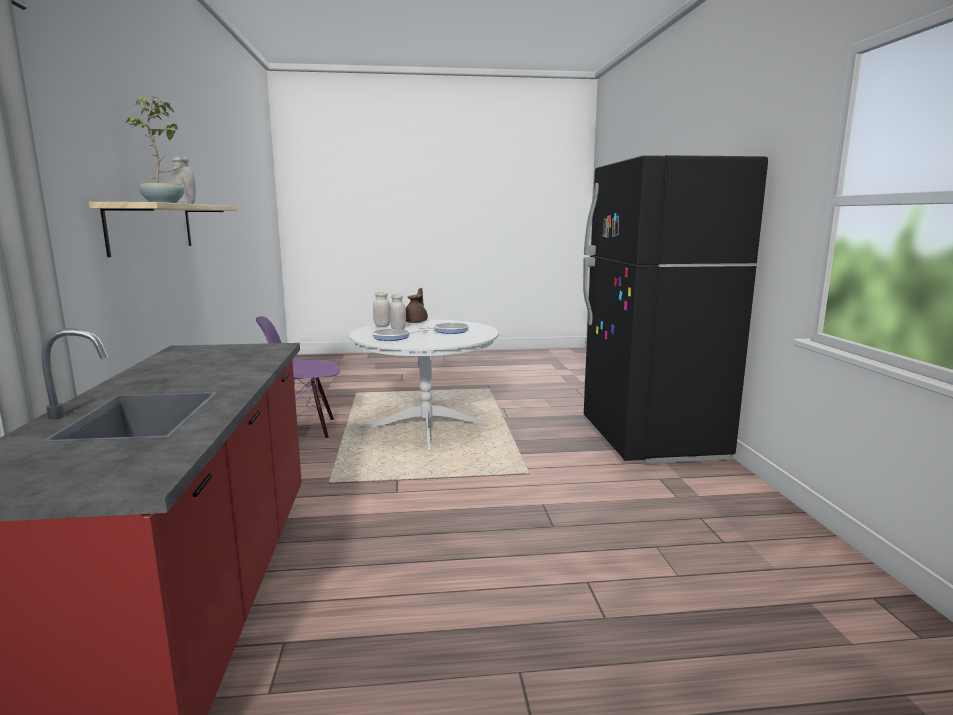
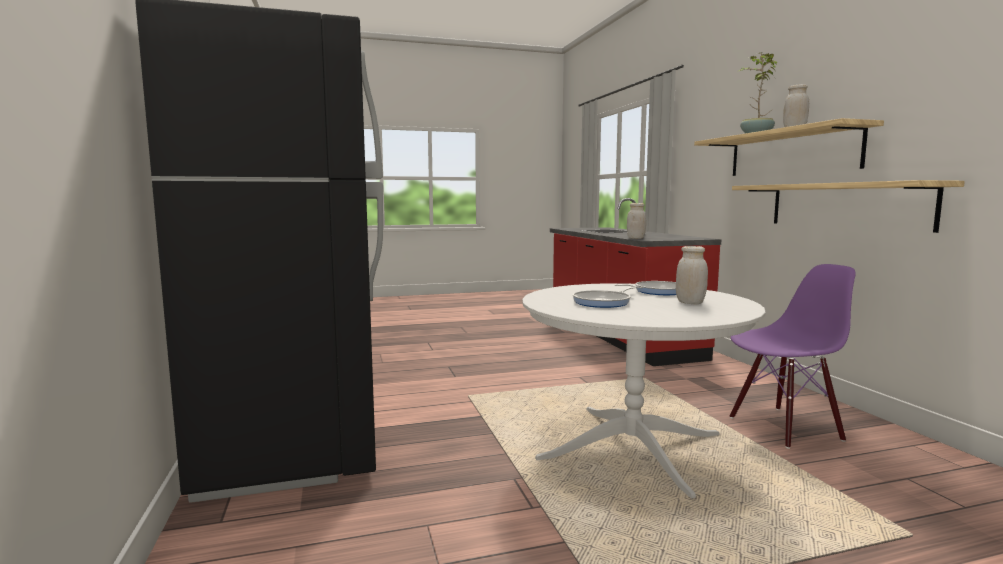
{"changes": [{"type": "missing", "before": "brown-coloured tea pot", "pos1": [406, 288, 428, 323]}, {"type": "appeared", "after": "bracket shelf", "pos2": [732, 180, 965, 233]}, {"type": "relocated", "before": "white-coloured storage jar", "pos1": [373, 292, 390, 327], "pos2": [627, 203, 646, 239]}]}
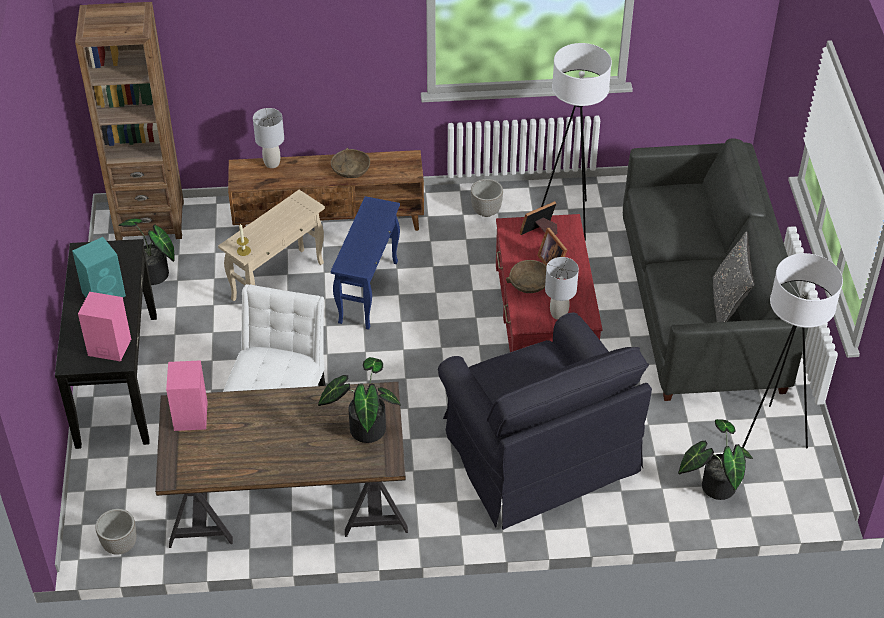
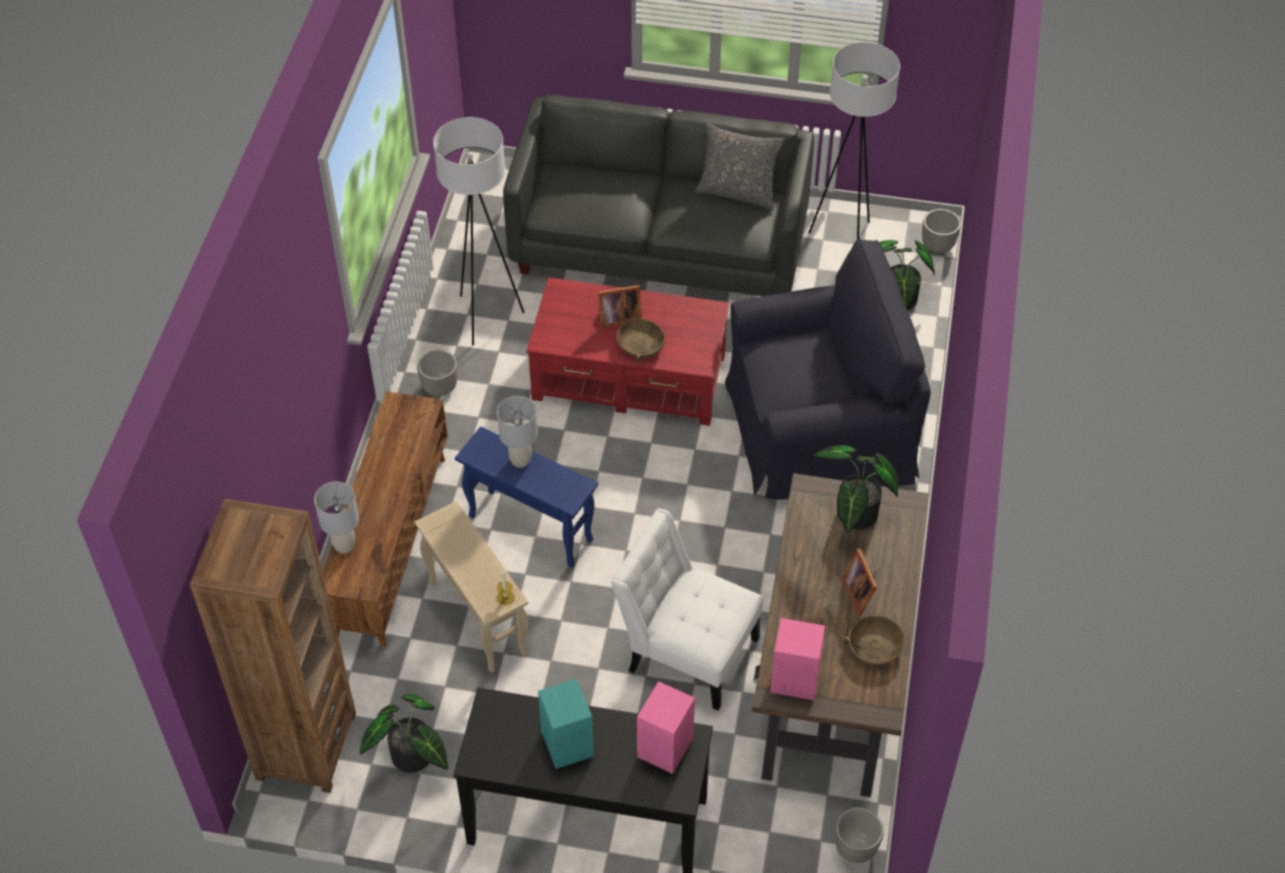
{"changes": [{"type": "appeared", "after": "flower pot", "pos2": [922, 209, 961, 253]}, {"type": "relocated", "before": "brown-coloured bowl", "pos1": [331, 148, 370, 178], "pos2": [843, 615, 905, 666]}, {"type": "relocated", "before": "photo frame", "pos1": [520, 201, 557, 235], "pos2": [842, 549, 877, 616]}, {"type": "relocated", "before": "gray table lamp", "pos1": [545, 257, 579, 320], "pos2": [497, 396, 538, 468]}]}
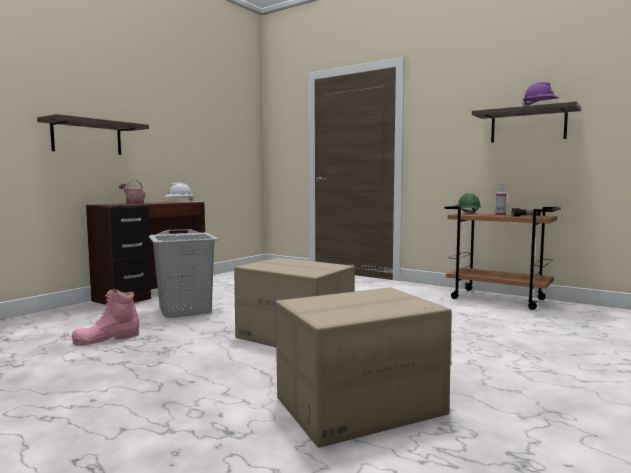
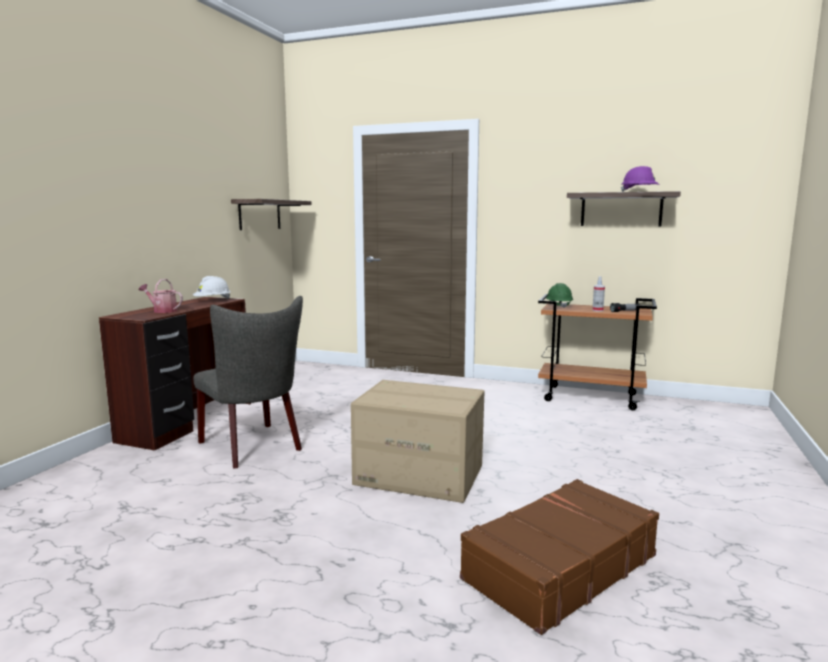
{"changes": [{"type": "missing", "before": "pink boot", "pos1": [72, 289, 139, 345]}, {"type": "relocated", "before": "bracket shelf", "pos1": [37, 114, 149, 155], "pos2": [231, 199, 312, 230]}, {"type": "exchanged", "before": "gray washing basket", "after": "gray upright chair", "pos1": [149, 229, 219, 318], "pos2": [193, 296, 303, 468]}, {"type": "exchanged", "before": "packing box", "after": "brown-coloured piece of luggage", "pos1": [275, 287, 452, 448], "pos2": [460, 479, 659, 635]}]}
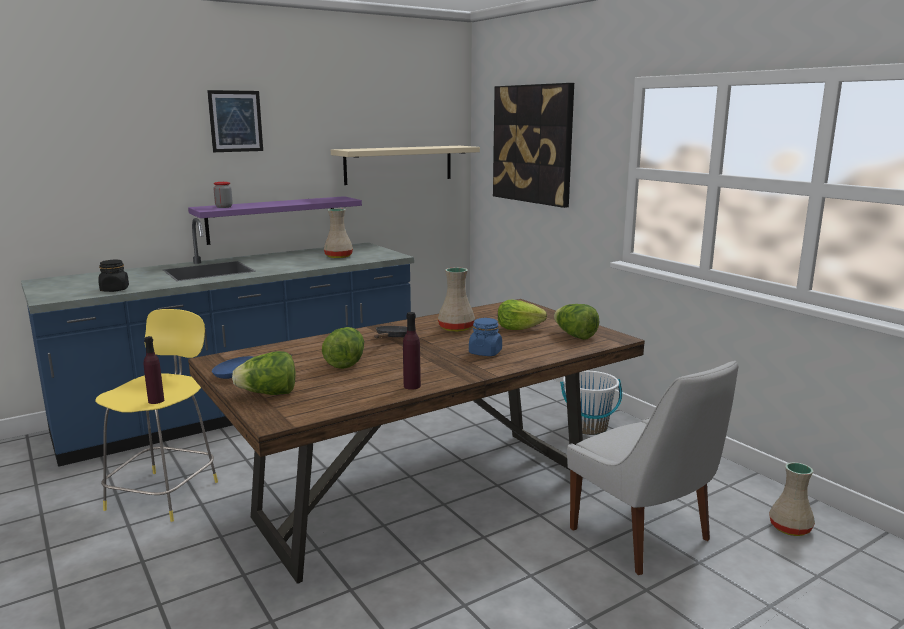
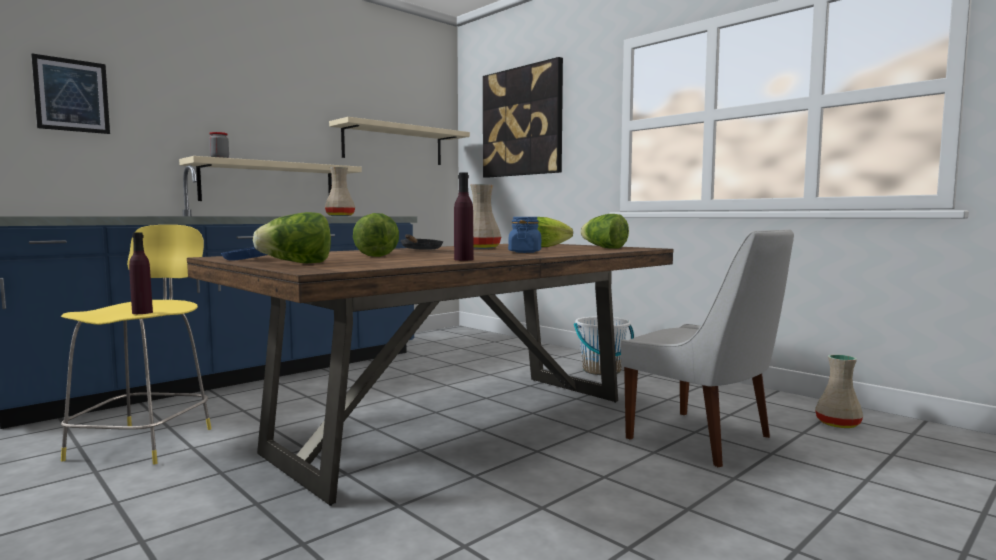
{"changes": [{"type": "missing", "before": "black-coloured storage jar", "pos1": [98, 260, 129, 292]}, {"type": "relocated", "before": "wall picture", "pos1": [207, 90, 263, 152], "pos2": [31, 54, 110, 134]}, {"type": "colour", "before": "purple bracket shelf", "after": "beige-coloured bracket shelf", "pos1": [188, 196, 362, 245], "pos2": [179, 156, 362, 201]}]}
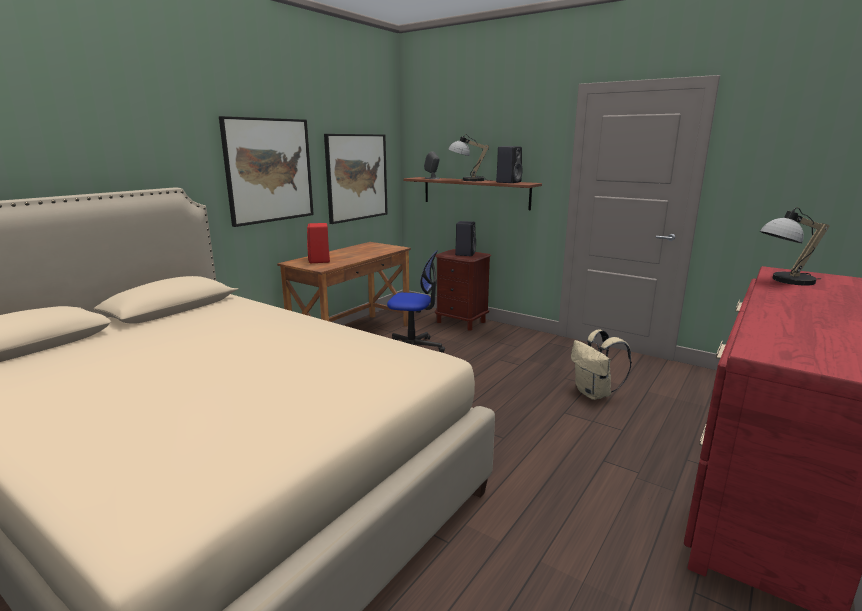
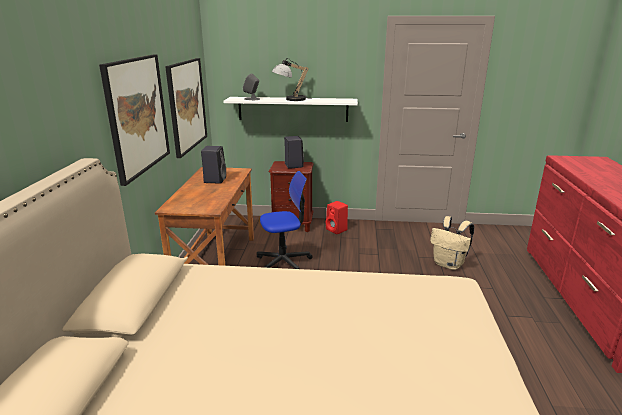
{"changes": [{"type": "missing", "before": "table lamp", "pos1": [760, 207, 829, 286]}, {"type": "relocated", "before": "red loudspeaker", "pos1": [307, 223, 330, 263], "pos2": [326, 201, 348, 234]}, {"type": "relocated", "before": "black-coloured loudspeaker", "pos1": [496, 146, 523, 183], "pos2": [201, 146, 226, 183]}, {"type": "colour", "before": "brown-coloured bracket shelf", "after": "white-coloured bracket shelf", "pos1": [404, 177, 542, 210], "pos2": [223, 97, 358, 122]}]}
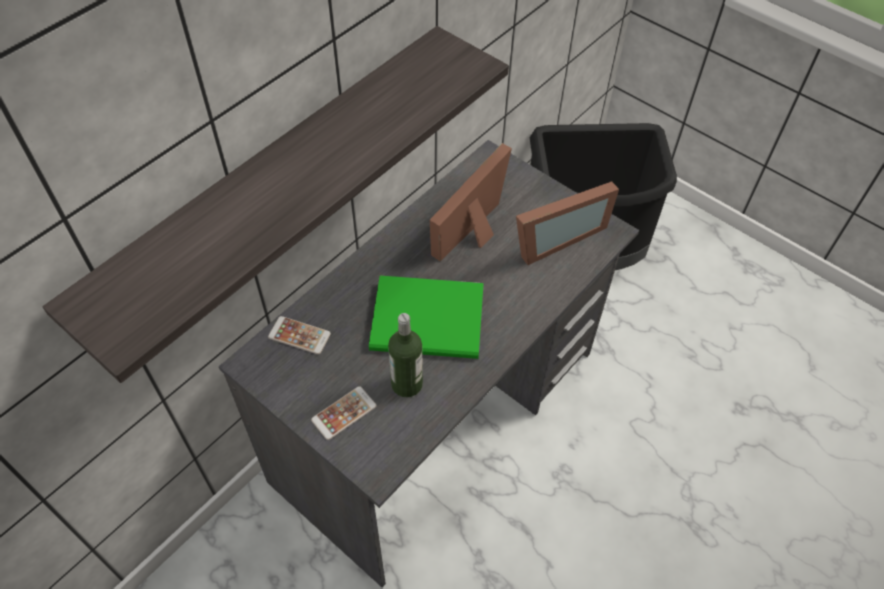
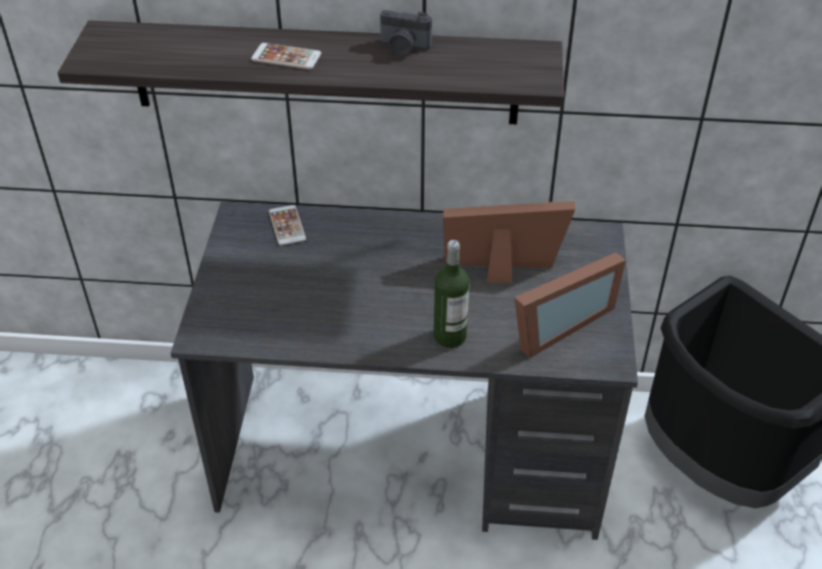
{"changes": [{"type": "missing", "before": "greenish bound book", "pos1": [369, 276, 484, 359]}, {"type": "appeared", "after": "still camera", "pos2": [380, 10, 432, 56]}, {"type": "relocated", "before": "phone", "pos1": [311, 386, 376, 440], "pos2": [251, 43, 321, 69]}, {"type": "relocated", "before": "bottle", "pos1": [388, 313, 423, 397], "pos2": [434, 240, 470, 348]}, {"type": "spun", "before": "photo frame", "pos1": [516, 182, 619, 265], "pos2": [514, 253, 626, 358], "turn": -60}]}
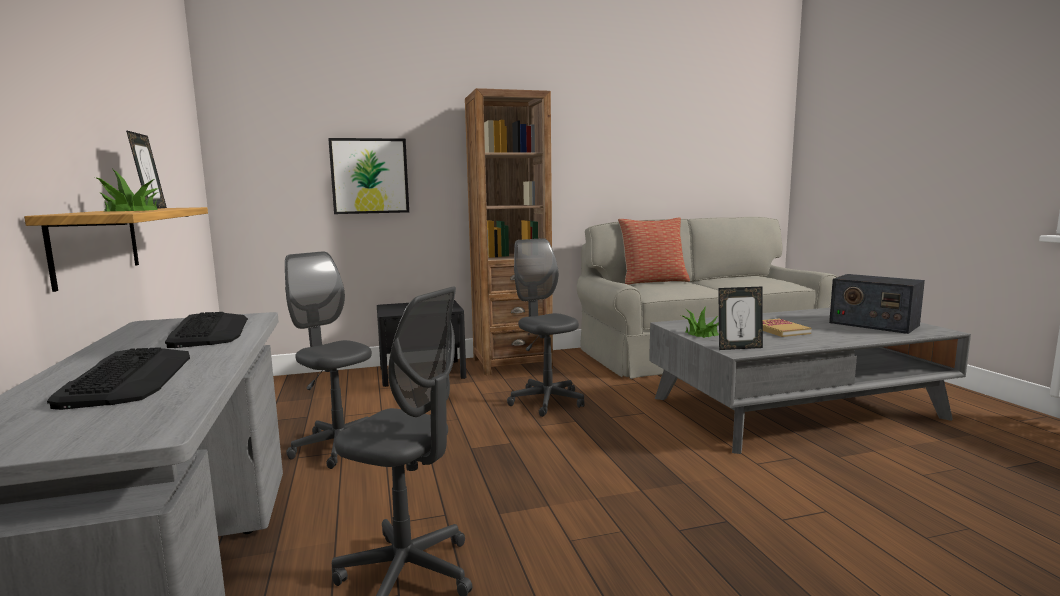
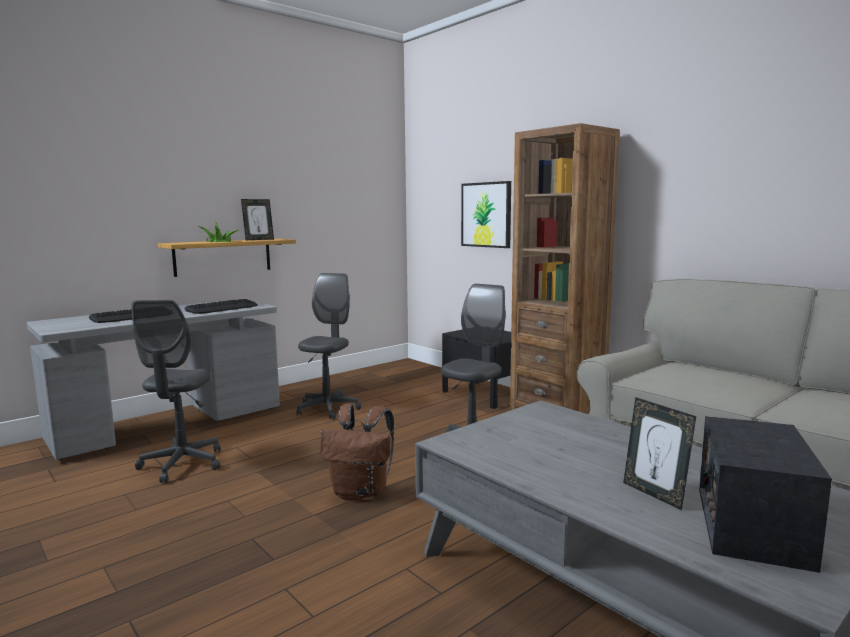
{"changes": [{"type": "missing", "before": "throw pillow", "pos1": [618, 217, 690, 285]}, {"type": "missing", "before": "potted plant", "pos1": [681, 306, 719, 338]}, {"type": "missing", "before": "bound book", "pos1": [763, 319, 812, 337]}, {"type": "appeared", "after": "brown-coloured rucksack", "pos2": [320, 404, 394, 501]}, {"type": "relocated", "before": "photo frame", "pos1": [718, 287, 763, 350], "pos2": [623, 397, 696, 510]}]}
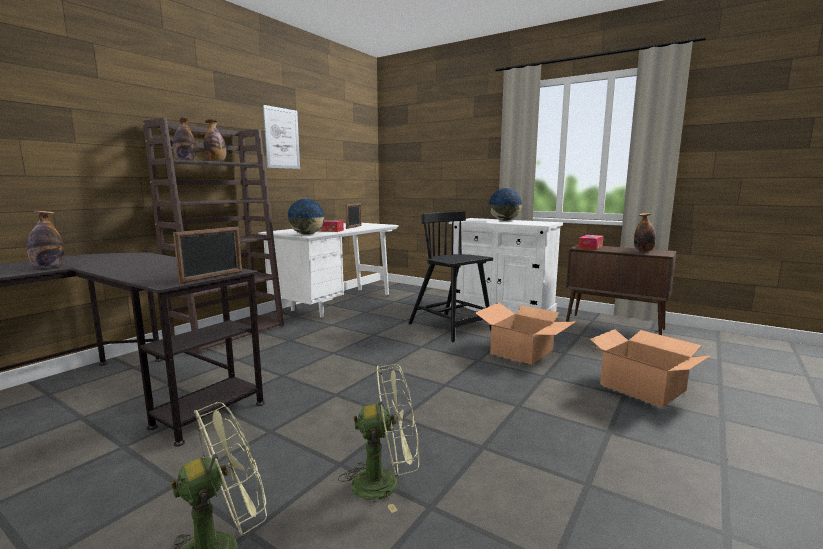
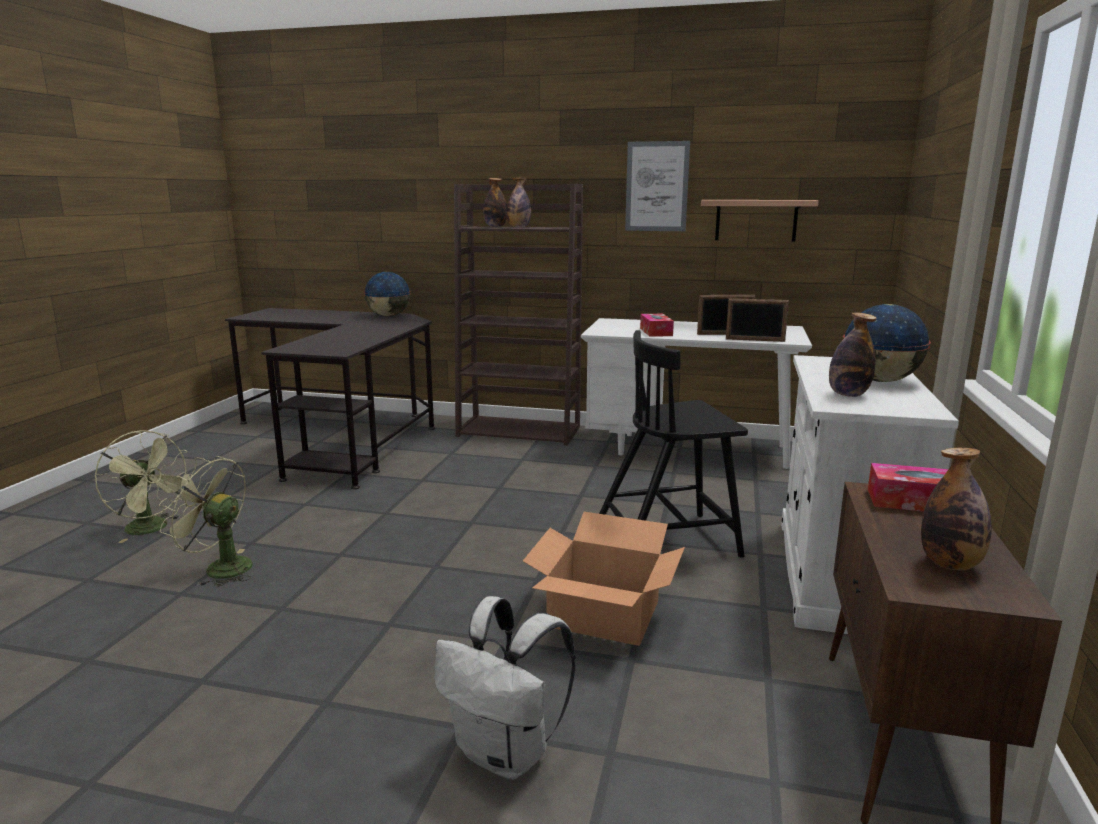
{"changes": [{"type": "appeared", "after": "bracket shelf", "pos2": [701, 200, 818, 241]}, {"type": "relocated", "before": "bottle", "pos1": [27, 211, 64, 268], "pos2": [829, 312, 877, 397]}, {"type": "relocated", "before": "photo frame", "pos1": [173, 227, 242, 284], "pos2": [726, 298, 789, 342]}, {"type": "relocated", "before": "desk globe", "pos1": [288, 198, 325, 235], "pos2": [364, 272, 411, 317]}, {"type": "exchanged", "before": "packing box", "after": "white-coloured rucksack", "pos1": [590, 329, 710, 407], "pos2": [434, 596, 576, 780]}, {"type": "spun", "before": "greenish fan", "pos1": [338, 364, 419, 513], "pos2": [159, 456, 253, 587], "turn": 135}, {"type": "spun", "before": "black-coloured upright chair", "pos1": [408, 211, 493, 342], "pos2": [599, 330, 748, 558], "turn": -135}]}
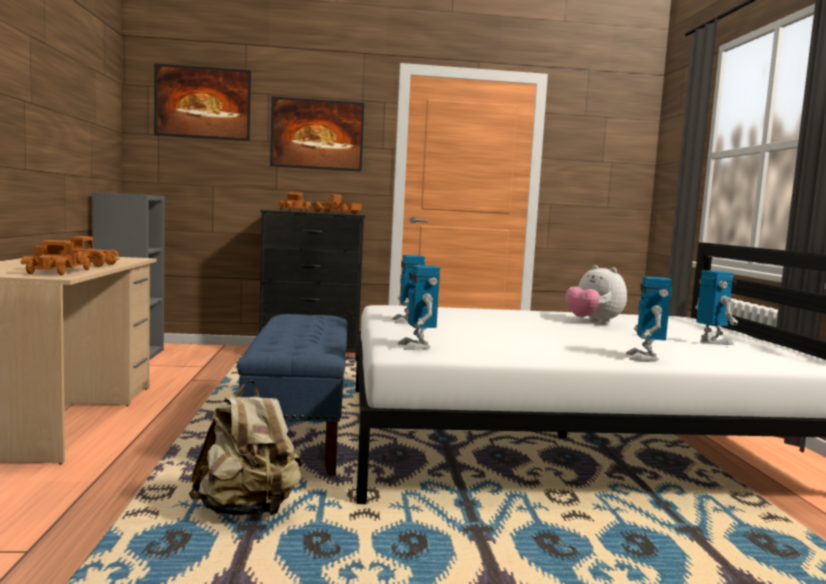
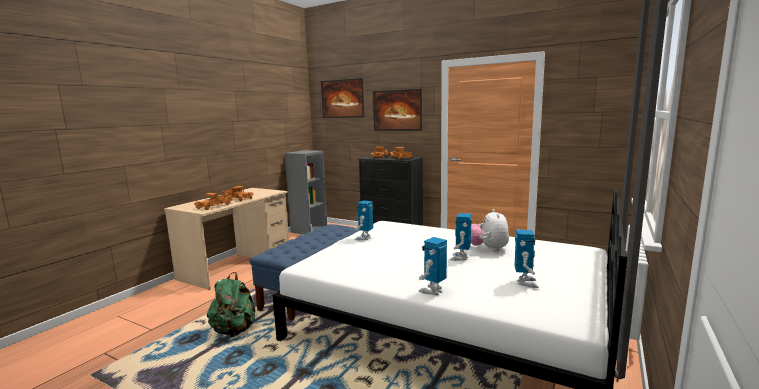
{"changes": [{"type": "relocated", "before": "robot figure", "pos1": [397, 265, 440, 350], "pos2": [450, 213, 472, 261]}, {"type": "colour", "before": "beige-coloured rucksack", "after": "greenish rucksack", "pos1": [189, 380, 302, 516], "pos2": [207, 272, 256, 337]}]}
